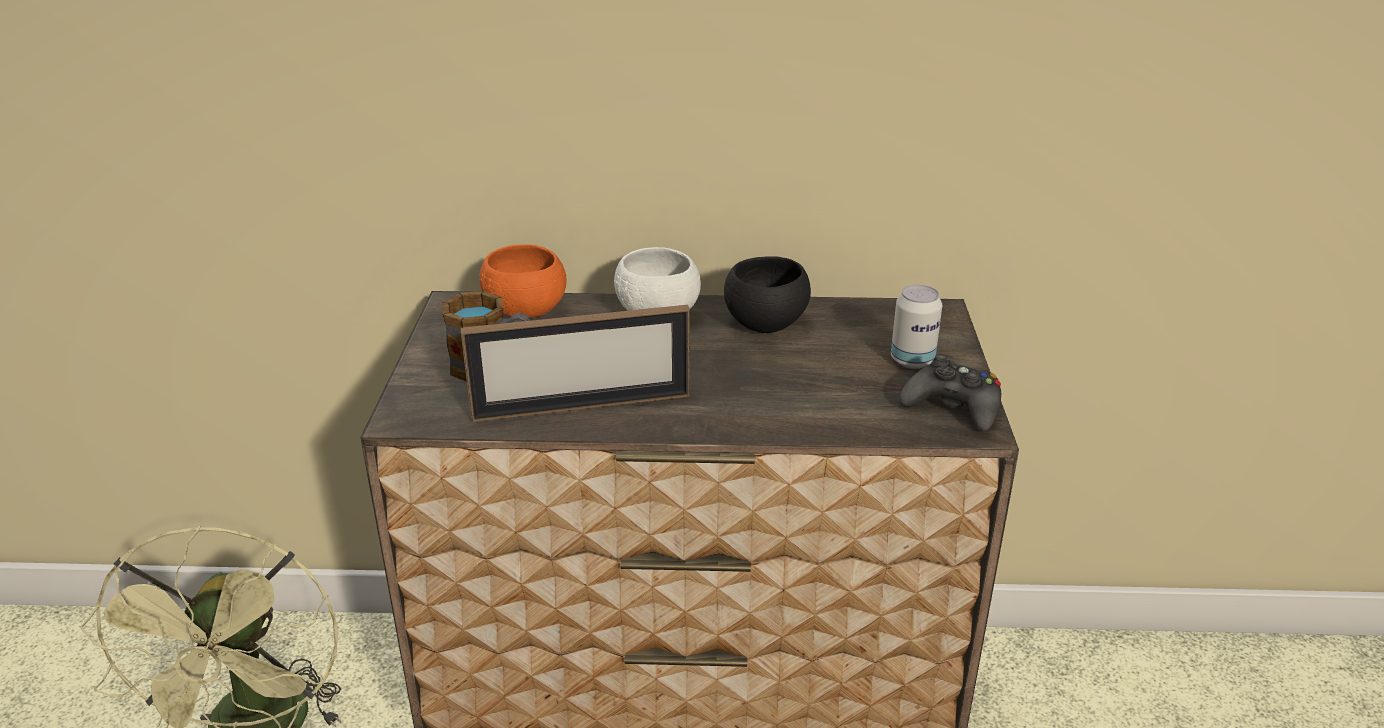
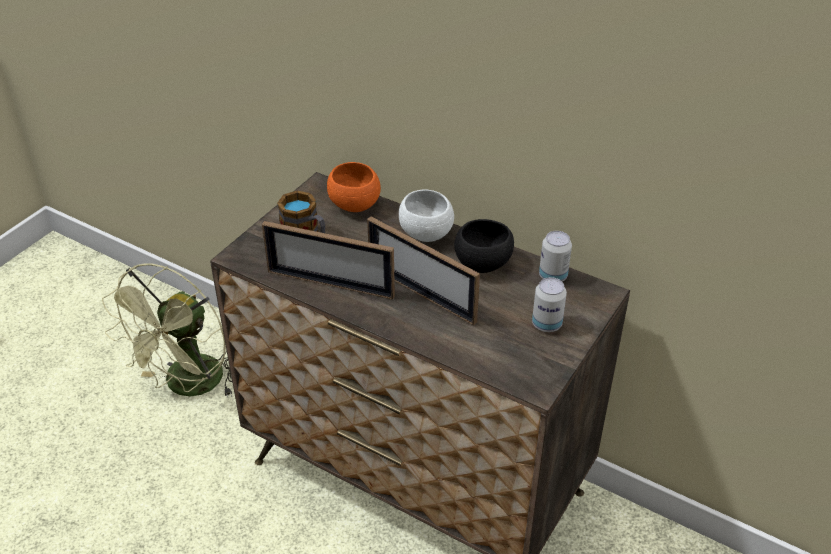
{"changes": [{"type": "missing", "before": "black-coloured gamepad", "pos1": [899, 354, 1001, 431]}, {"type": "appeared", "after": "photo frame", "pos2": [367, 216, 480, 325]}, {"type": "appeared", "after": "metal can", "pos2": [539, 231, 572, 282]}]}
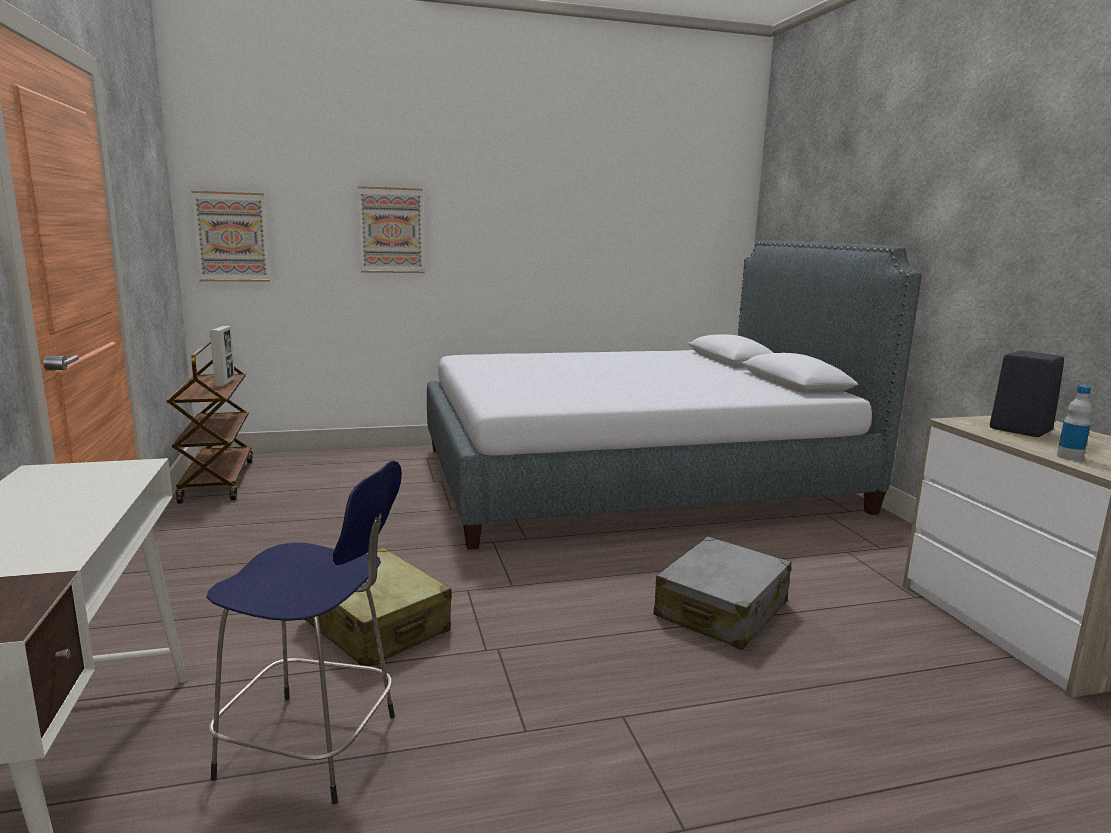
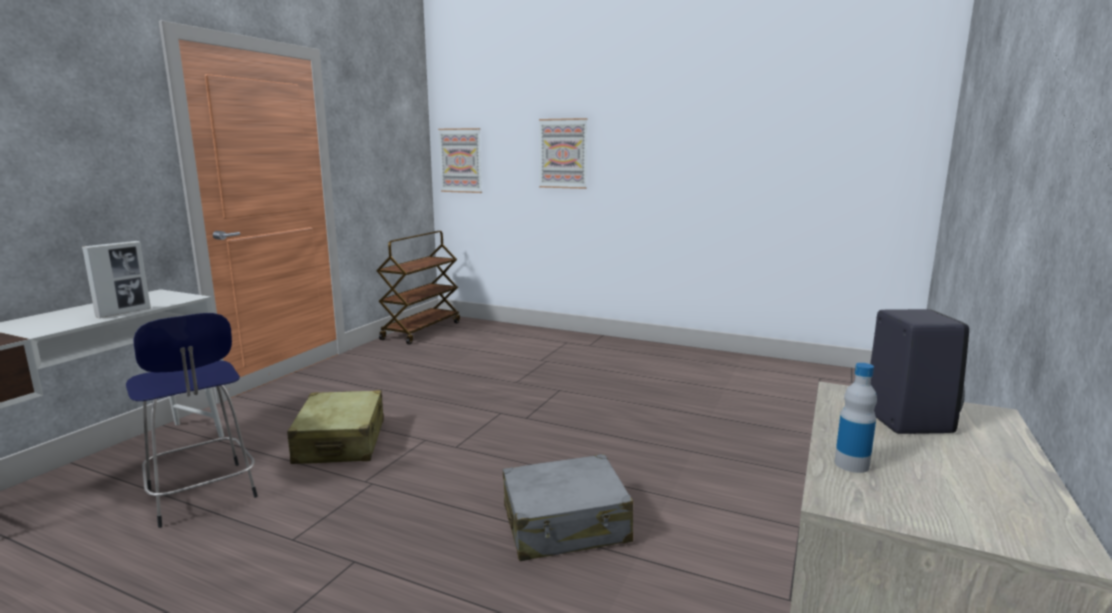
{"changes": [{"type": "missing", "before": "gray bedroom bed", "pos1": [427, 240, 922, 550]}, {"type": "relocated", "before": "photo frame", "pos1": [210, 326, 235, 387], "pos2": [82, 241, 151, 318]}]}
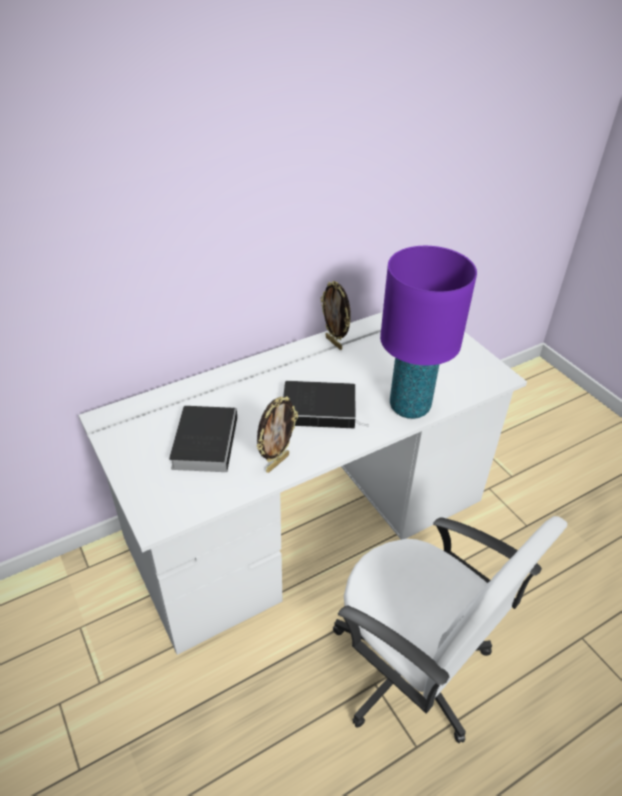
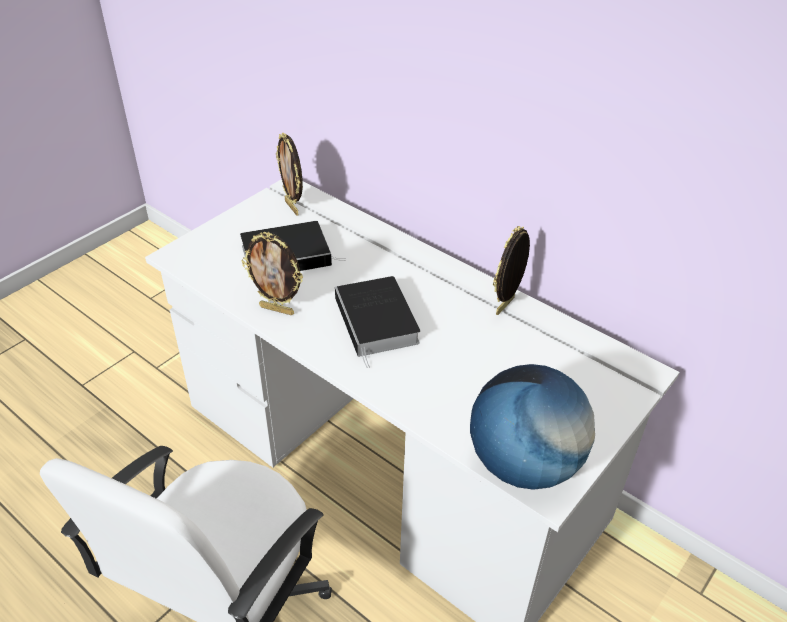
{"changes": [{"type": "missing", "before": "purple table lamp", "pos1": [380, 246, 477, 419]}, {"type": "appeared", "after": "photo frame", "pos2": [276, 133, 303, 216]}, {"type": "appeared", "after": "desk globe", "pos2": [470, 364, 595, 490]}]}
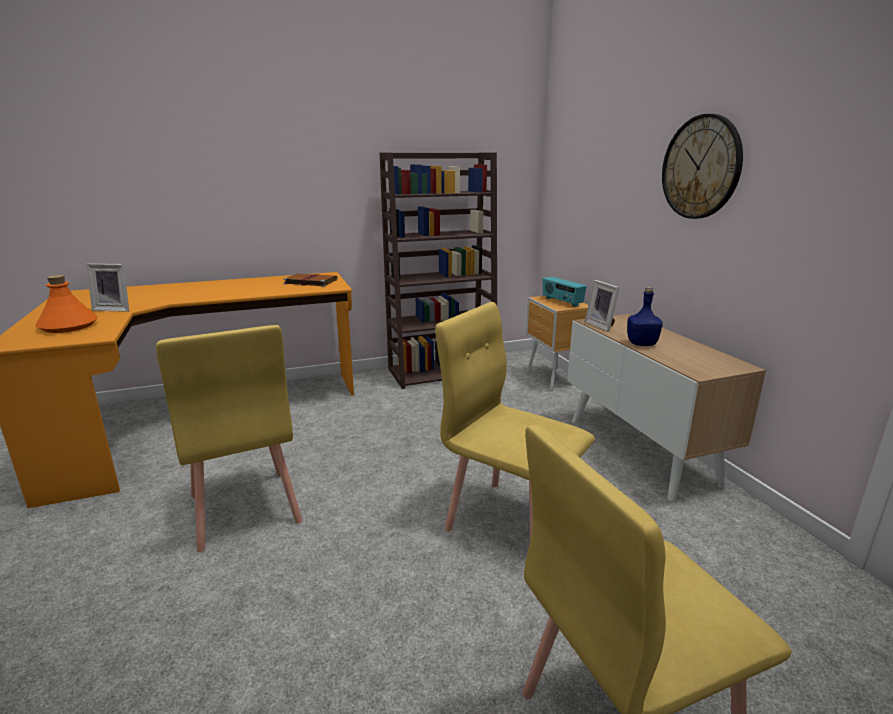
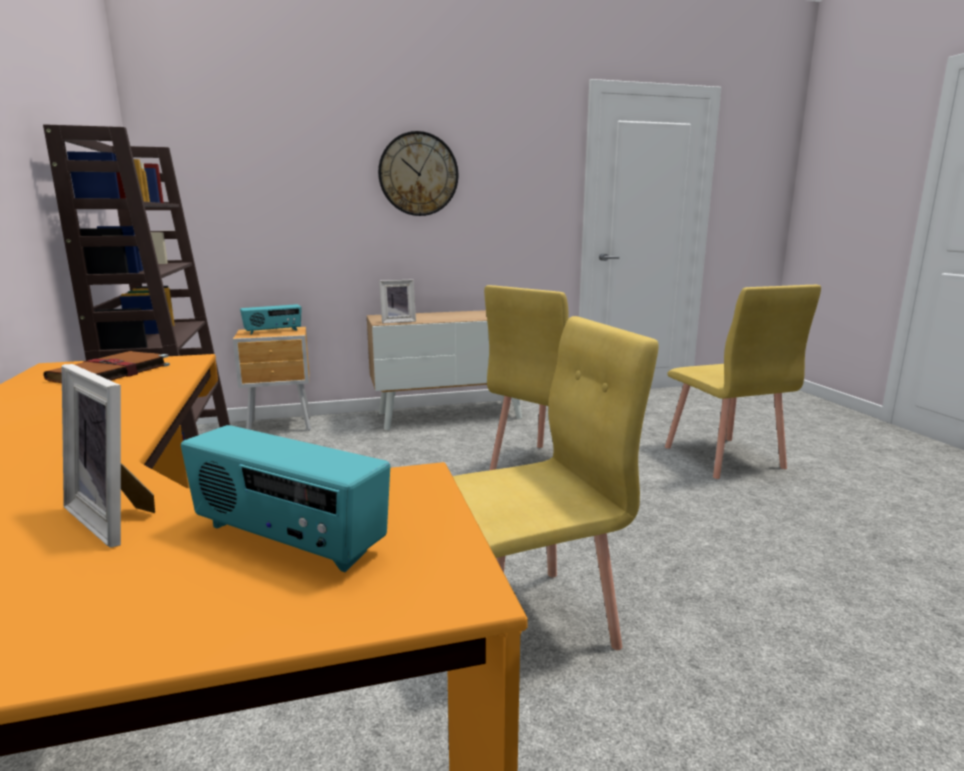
{"changes": [{"type": "missing", "before": "blue-coloured bottle", "pos1": [627, 287, 663, 346]}, {"type": "exchanged", "before": "orange-coloured bottle", "after": "radio set", "pos1": [35, 275, 98, 333], "pos2": [181, 425, 390, 572]}, {"type": "spun", "before": "photo frame", "pos1": [86, 264, 129, 312], "pos2": [62, 364, 155, 548], "turn": 120}]}
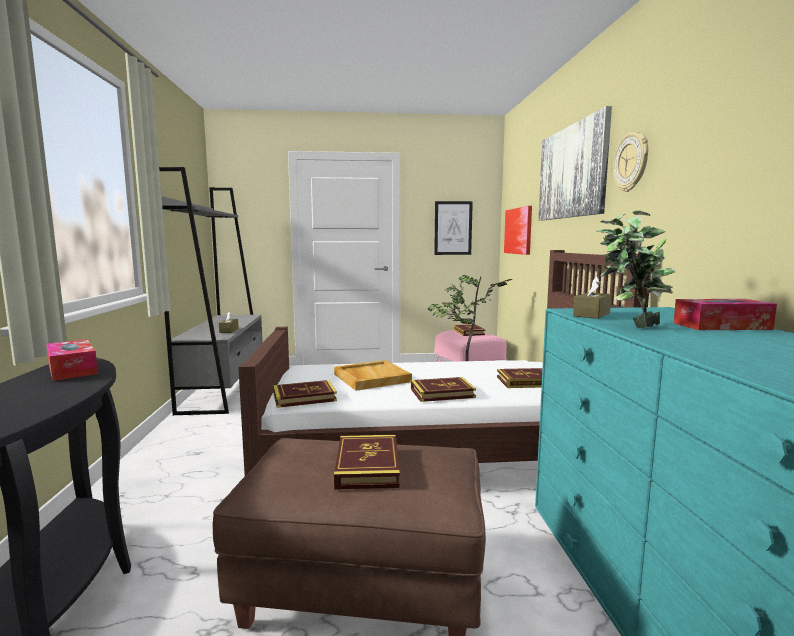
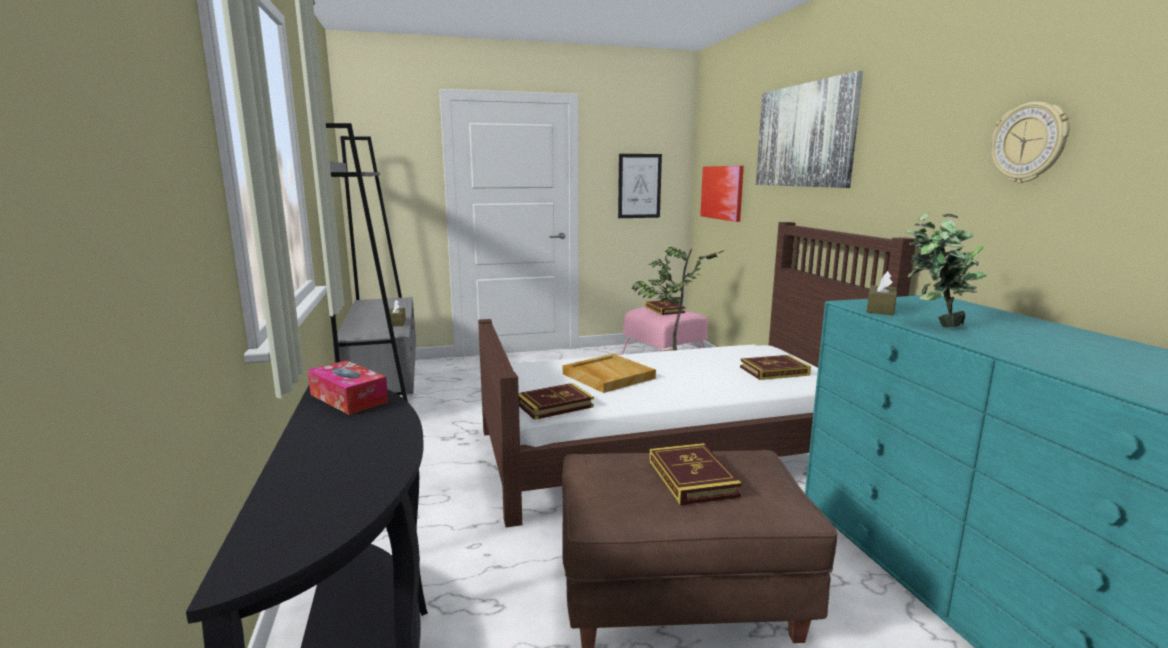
{"changes": [{"type": "missing", "before": "bound book", "pos1": [411, 377, 476, 402]}, {"type": "missing", "before": "tissue box", "pos1": [673, 299, 777, 330]}, {"type": "relocated", "before": "wall clock", "pos1": [613, 132, 648, 192], "pos2": [991, 102, 1070, 183]}]}
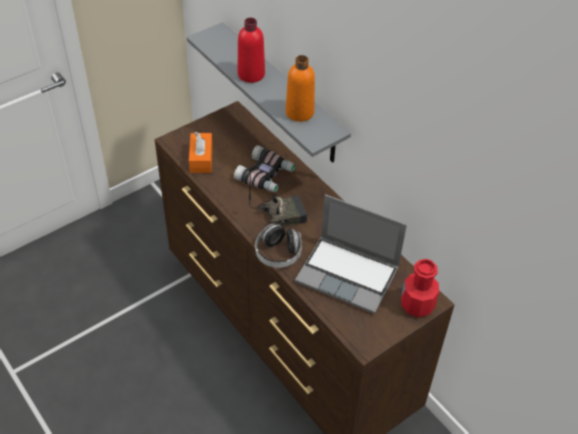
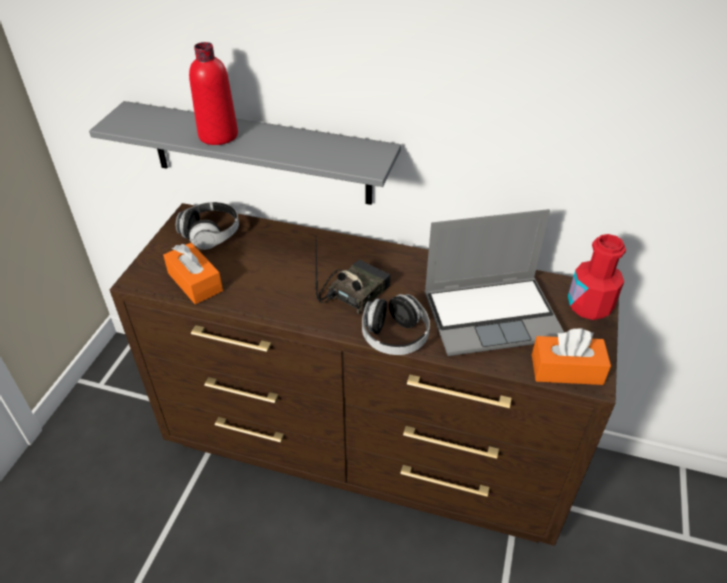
{"changes": [{"type": "missing", "before": "binoculars", "pos1": [234, 145, 295, 193]}, {"type": "missing", "before": "orange-coloured bottle", "pos1": [286, 55, 315, 122]}, {"type": "appeared", "after": "pair of headphones", "pos2": [176, 202, 239, 250]}, {"type": "appeared", "after": "orange-coloured tissue box", "pos2": [532, 328, 611, 385]}]}
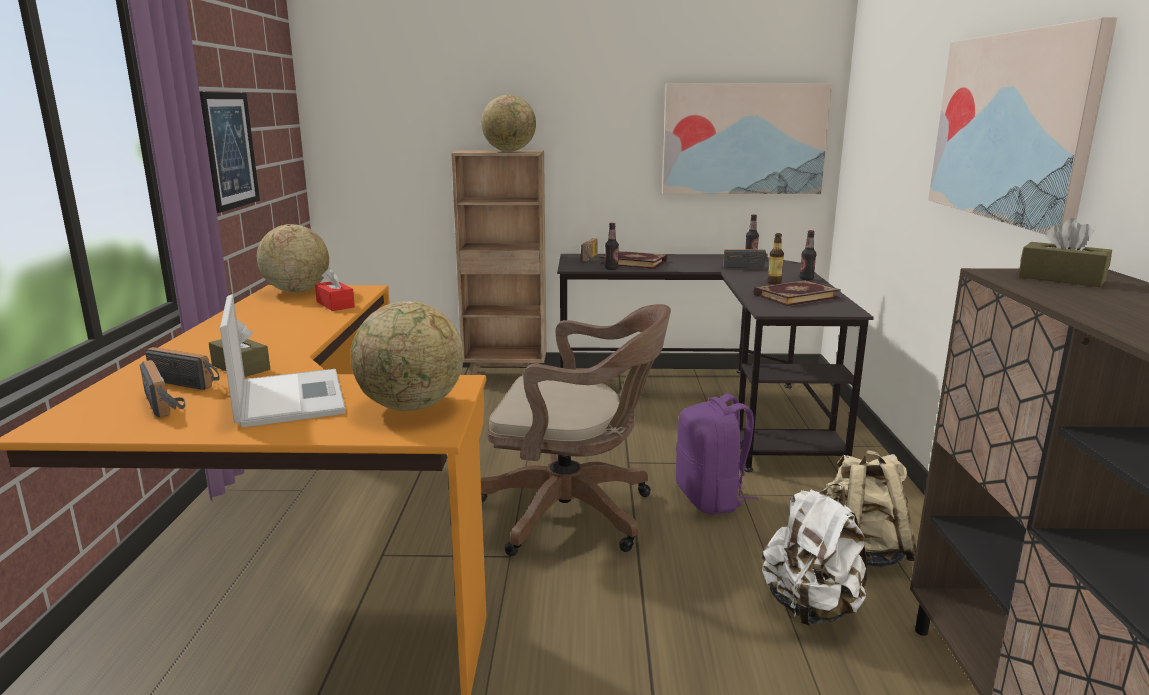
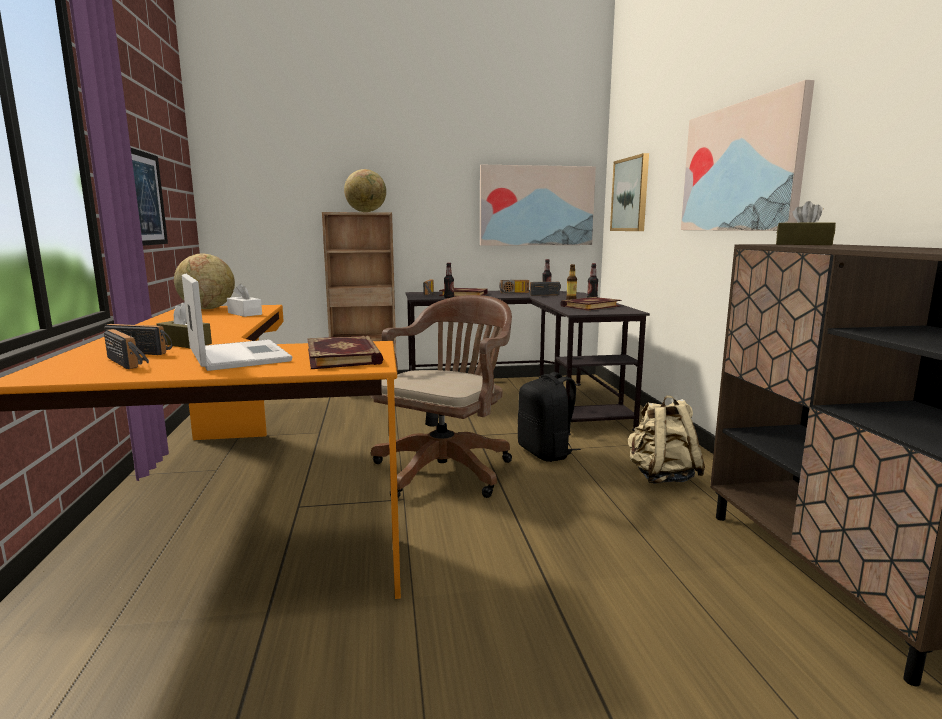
{"changes": [{"type": "missing", "before": "white-coloured rucksack", "pos1": [762, 484, 868, 626]}, {"type": "appeared", "after": "radio set", "pos2": [499, 280, 529, 294]}, {"type": "appeared", "after": "wall picture", "pos2": [610, 153, 649, 231]}, {"type": "exchanged", "before": "desk globe", "after": "bound book", "pos1": [351, 301, 464, 411], "pos2": [308, 335, 383, 369]}, {"type": "colour", "before": "red tissue box", "after": "white-coloured tissue box", "pos1": [315, 268, 355, 311], "pos2": [227, 284, 262, 317]}, {"type": "colour", "before": "purple rucksack", "after": "black-coloured rucksack", "pos1": [676, 394, 759, 514], "pos2": [518, 372, 581, 462]}, {"type": "spun", "before": "brown-coloured computer chair", "pos1": [481, 304, 671, 556], "pos2": [371, 295, 512, 498], "turn": -60}]}
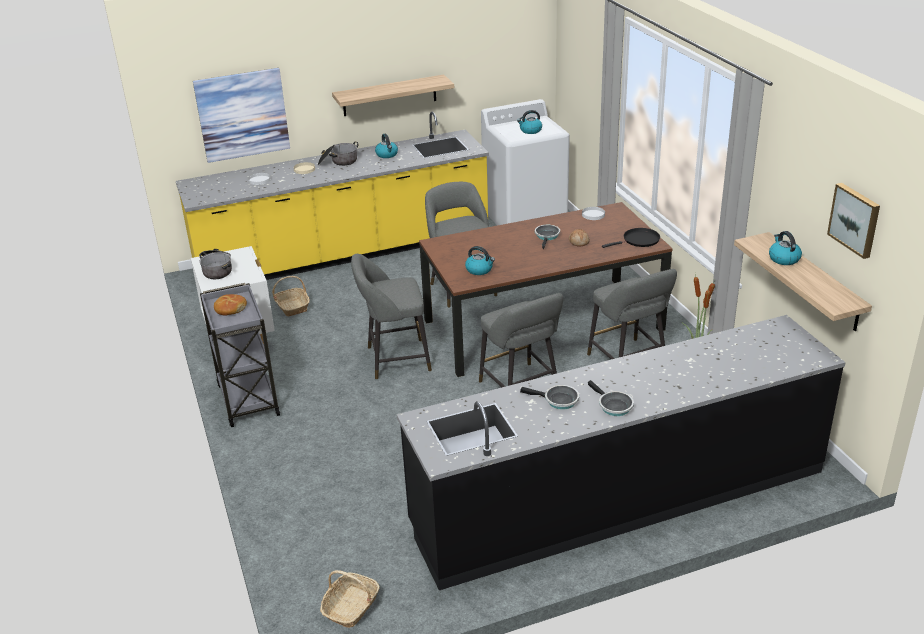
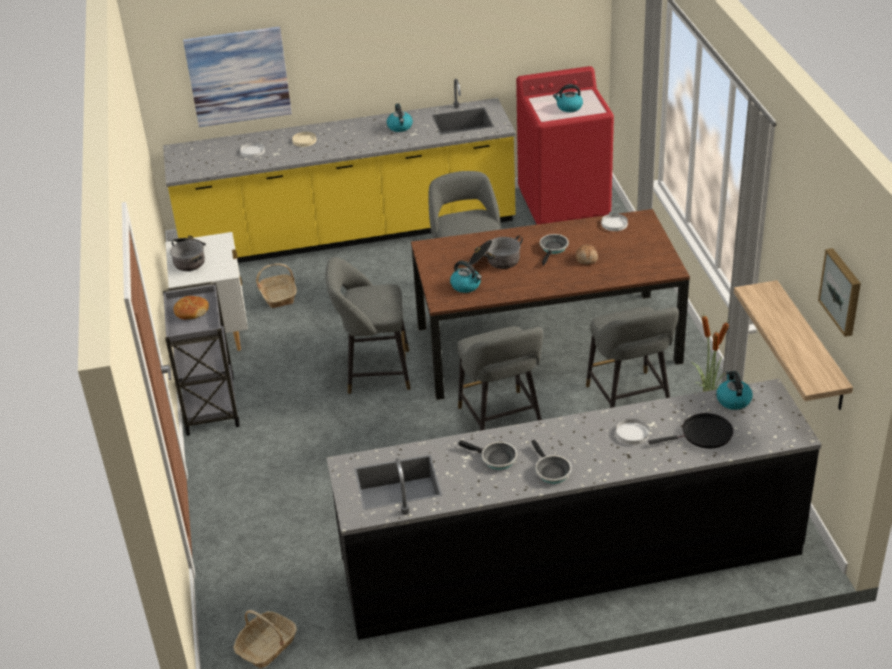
{"changes": [{"type": "missing", "before": "bracket shelf", "pos1": [332, 75, 454, 116]}, {"type": "appeared", "after": "white-coloured dinner plate", "pos2": [616, 419, 649, 445]}, {"type": "relocated", "before": "cooking pot", "pos1": [318, 142, 358, 166], "pos2": [469, 236, 523, 269]}, {"type": "relocated", "before": "black-coloured skillet", "pos1": [602, 228, 660, 248], "pos2": [648, 413, 733, 448]}, {"type": "relocated", "before": "kettle", "pos1": [769, 231, 802, 265], "pos2": [716, 371, 753, 410]}, {"type": "colour", "before": "white-coloured laundry appliance", "after": "red laundry appliance", "pos1": [481, 99, 570, 226], "pos2": [516, 66, 614, 225]}]}
